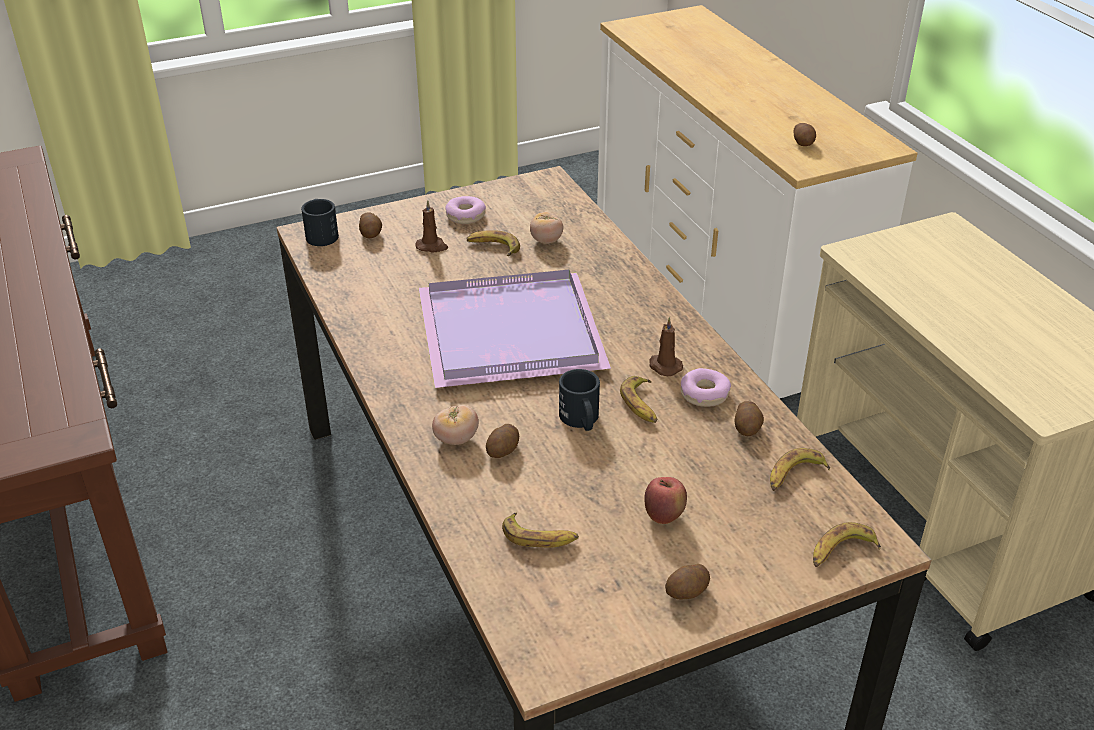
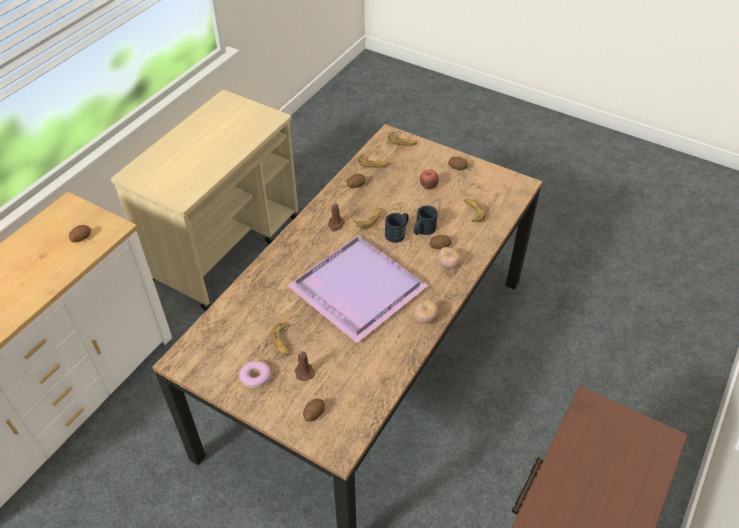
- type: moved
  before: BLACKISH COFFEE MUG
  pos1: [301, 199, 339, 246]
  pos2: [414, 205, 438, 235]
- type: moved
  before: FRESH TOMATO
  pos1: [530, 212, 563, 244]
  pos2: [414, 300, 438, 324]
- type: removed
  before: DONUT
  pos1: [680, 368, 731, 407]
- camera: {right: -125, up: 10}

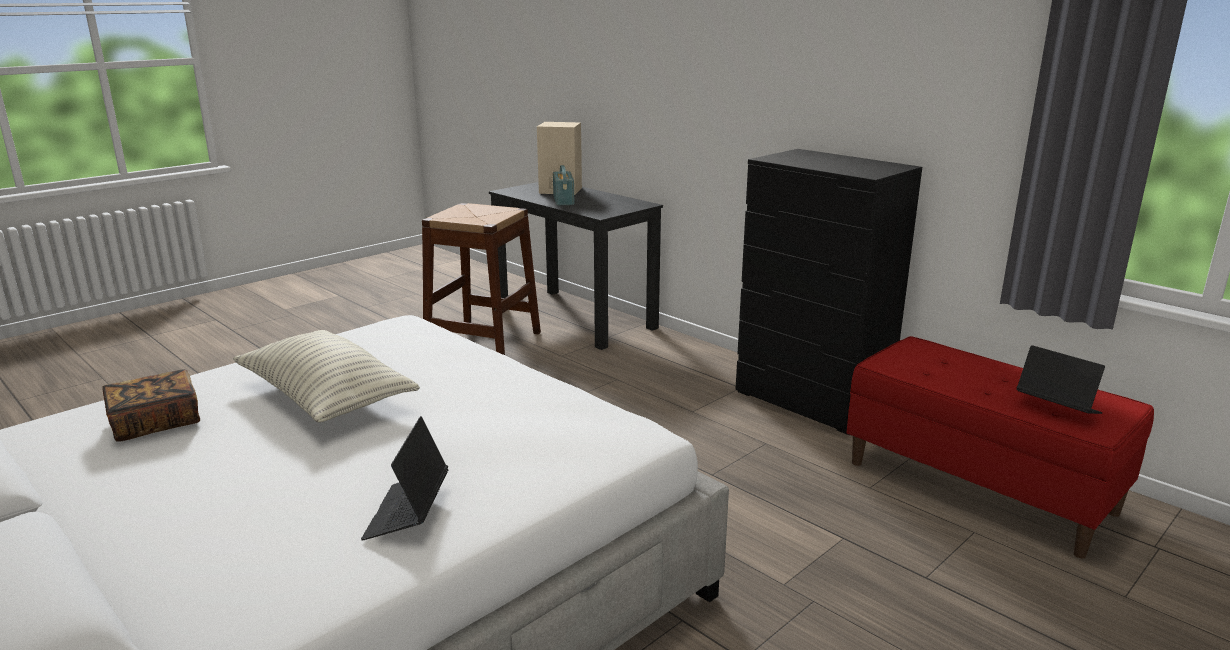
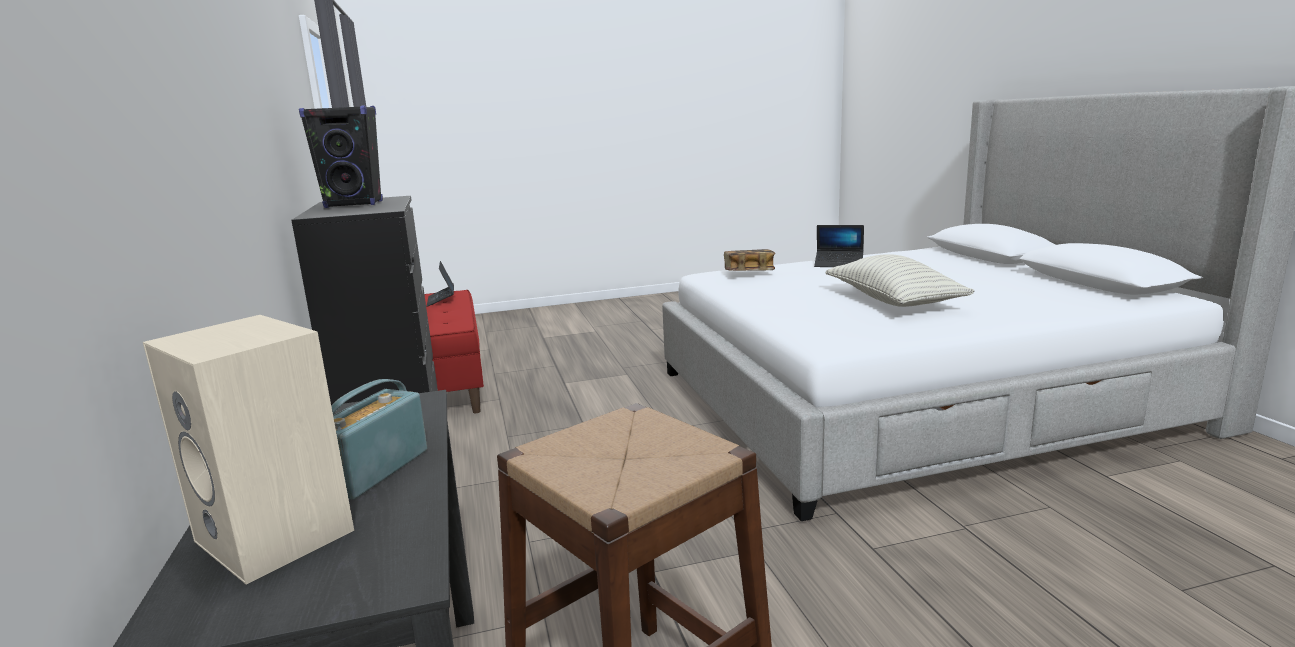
- type: moved
  before: BOUND BOOK
  pos1: [102, 369, 200, 442]
  pos2: [724, 249, 775, 271]
- type: turned
  before: NOTEBOOK COMPUTER
  pos1: [361, 416, 448, 541]
  pos2: [814, 225, 864, 267]
  turn: 75
- type: added
  after: BLACKISH SPEAKER
  pos2: [299, 106, 383, 208]
- camera: {right: -150, up: -5}

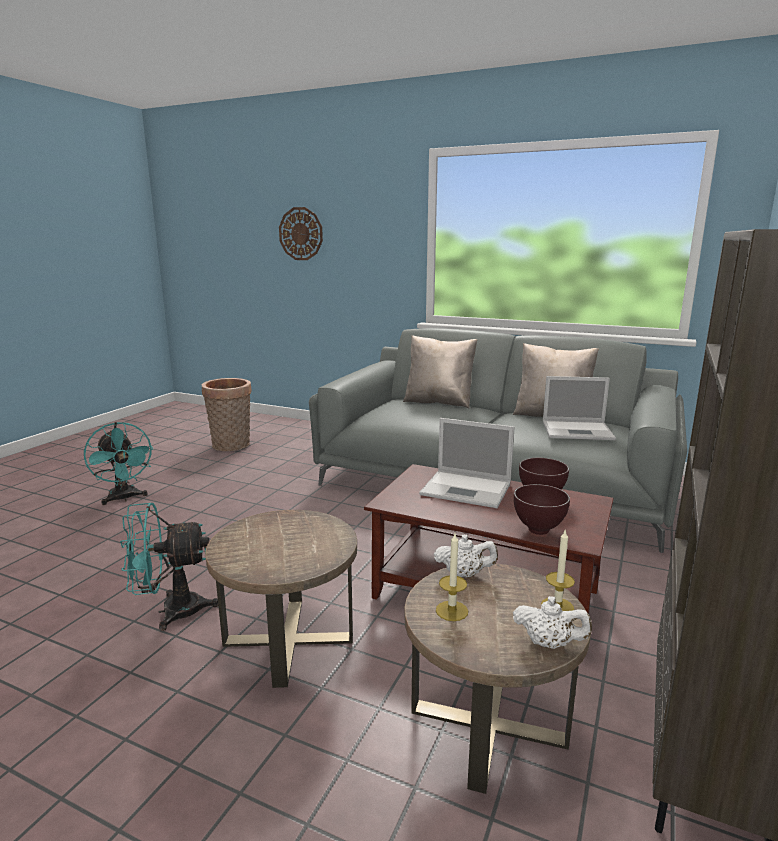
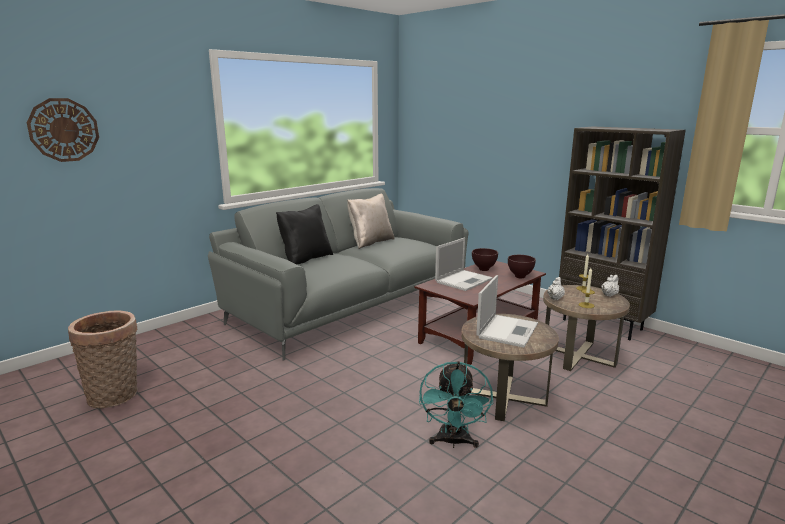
- type: removed
  before: TURQUOISE FAN
  pos1: [84, 422, 153, 505]
- type: recoloured
  before: SAND-COLOURED THROW PILLOW
  after: BLACKISH THROW PILLOW
  pos1: [403, 335, 477, 408]
  pos2: [276, 204, 333, 264]
- type: moved
  before: NOTEBOOK COMPUTER
  pos1: [543, 376, 616, 440]
  pos2: [476, 275, 538, 348]
- camera: {right: -70, up: 0}

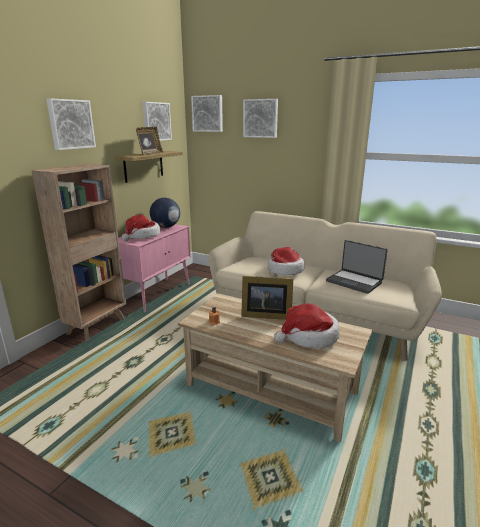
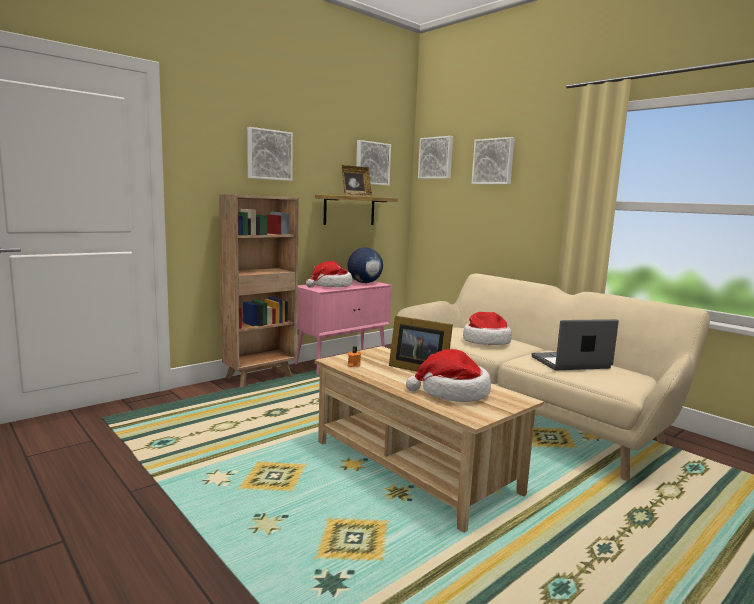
- type: turned
  before: NOTEBOOK COMPUTER
  pos1: [326, 240, 388, 294]
  pos2: [532, 319, 619, 370]
  turn: 105
- camera: {right: 20, up: -10}

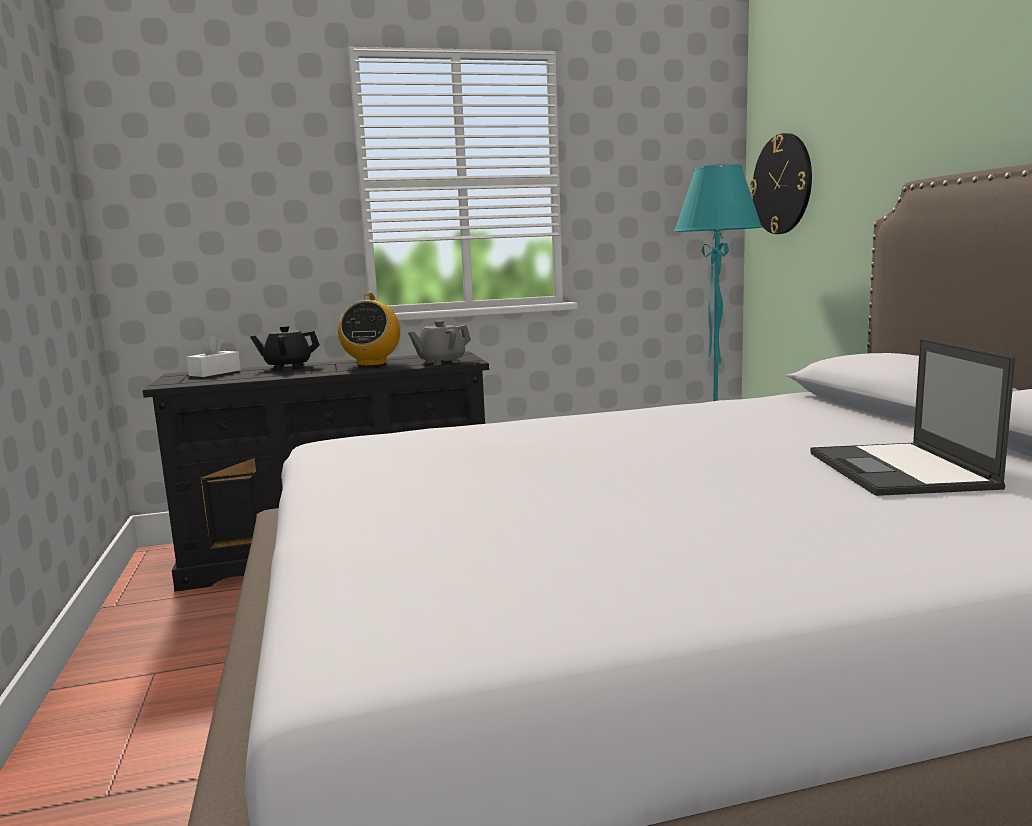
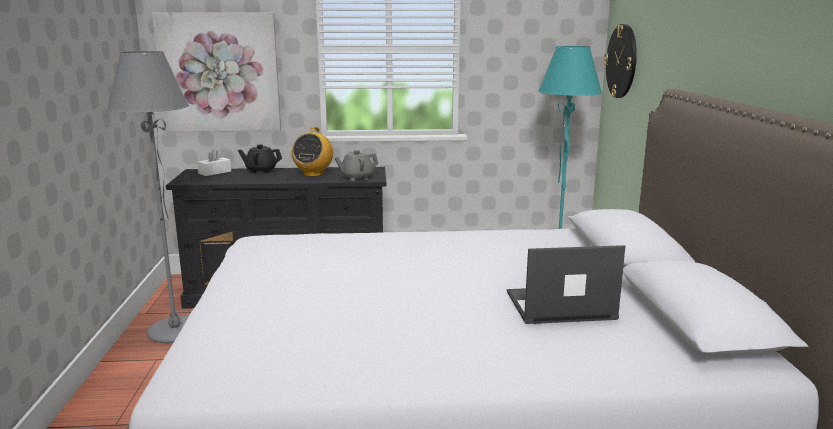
- type: turned
  before: NOTEBOOK COMPUTER
  pos1: [810, 338, 1015, 496]
  pos2: [507, 245, 625, 324]
  turn: 75
- type: added
  after: GRAY STANDING LAMP
  pos2: [107, 51, 189, 343]
- type: added
  after: WALL ART
  pos2: [152, 12, 281, 132]
- camera: {right: 10, up: 5}

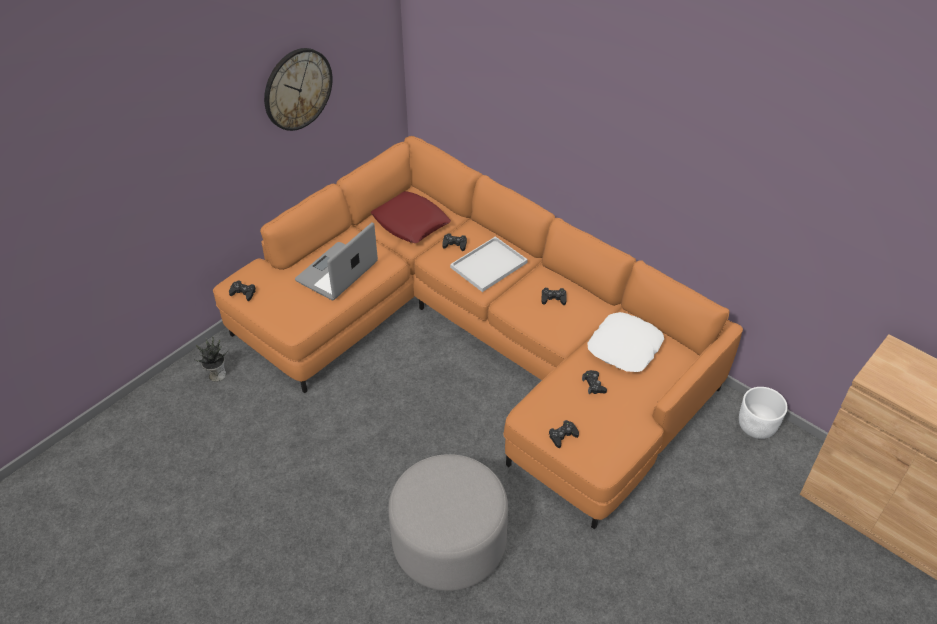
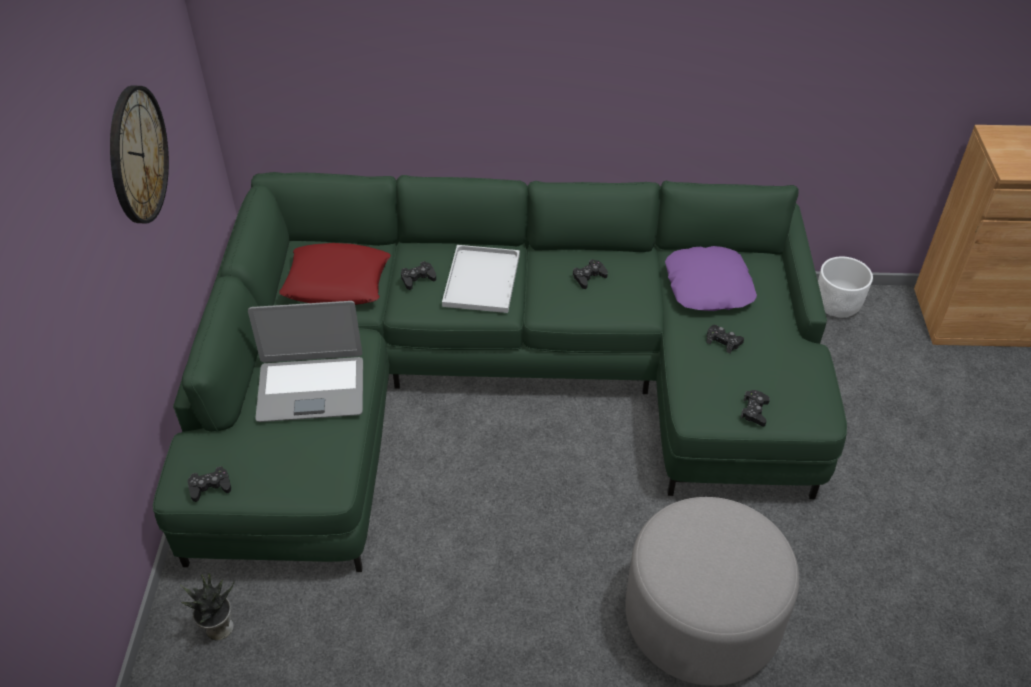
- type: recoloured
  before: ORANGE-COLOURED SOFA
  after: GREEN-COLOURED SOFA
  pos1: [213, 136, 743, 529]
  pos2: [153, 172, 847, 572]
- type: turned
  before: NOTEBOOK COMPUTER
  pos1: [295, 222, 378, 300]
  pos2: [248, 301, 363, 422]
  turn: -90
- type: recoloured
  before: WHITISH THROW PILLOW
  after: PURPLE-COLOURED THROW PILLOW
  pos1: [587, 312, 664, 372]
  pos2: [665, 246, 757, 311]
- camera: {right: -40, up: 0}

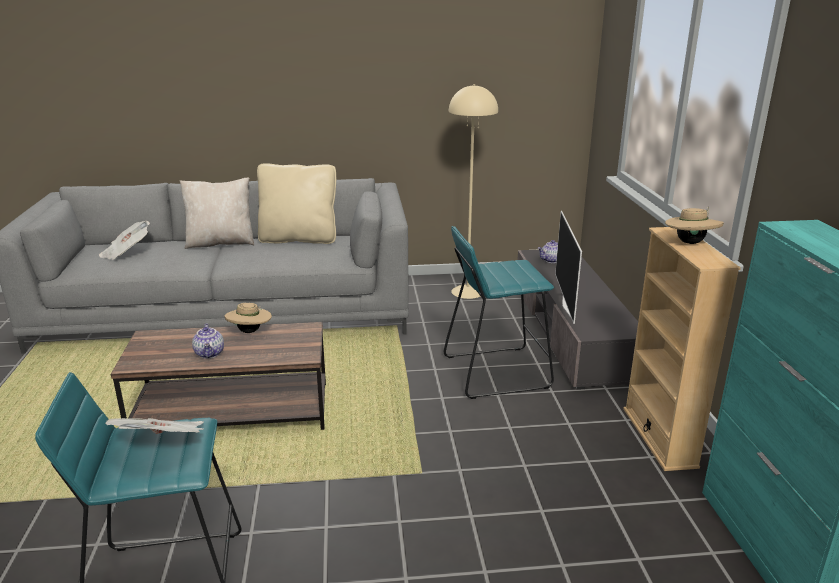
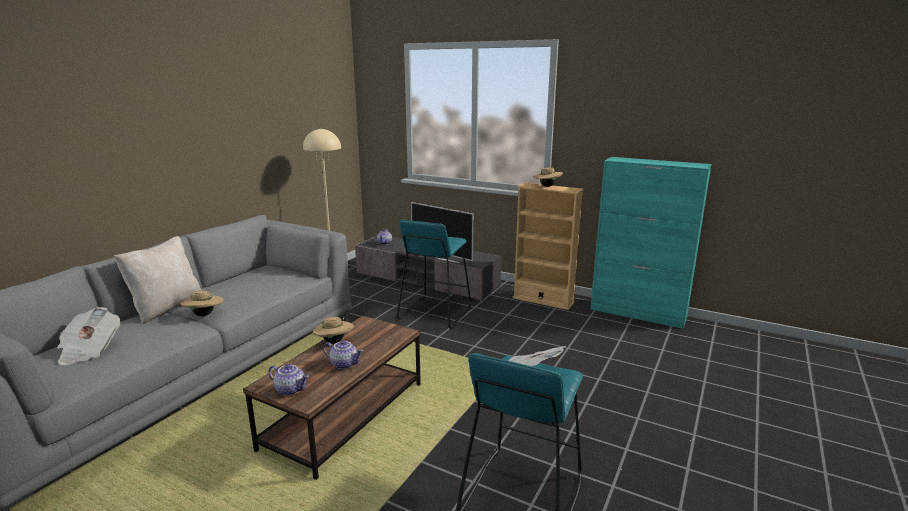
- type: removed
  before: SAND-COLOURED THROW PILLOW
  pos1: [257, 163, 336, 244]
- type: added
  after: SAND-COLOURED WEARABLE HAT
  pos2: [181, 291, 223, 316]
- type: added
  after: TEA POT
  pos2: [269, 364, 309, 396]
- camera: {right: -55, up: -5}

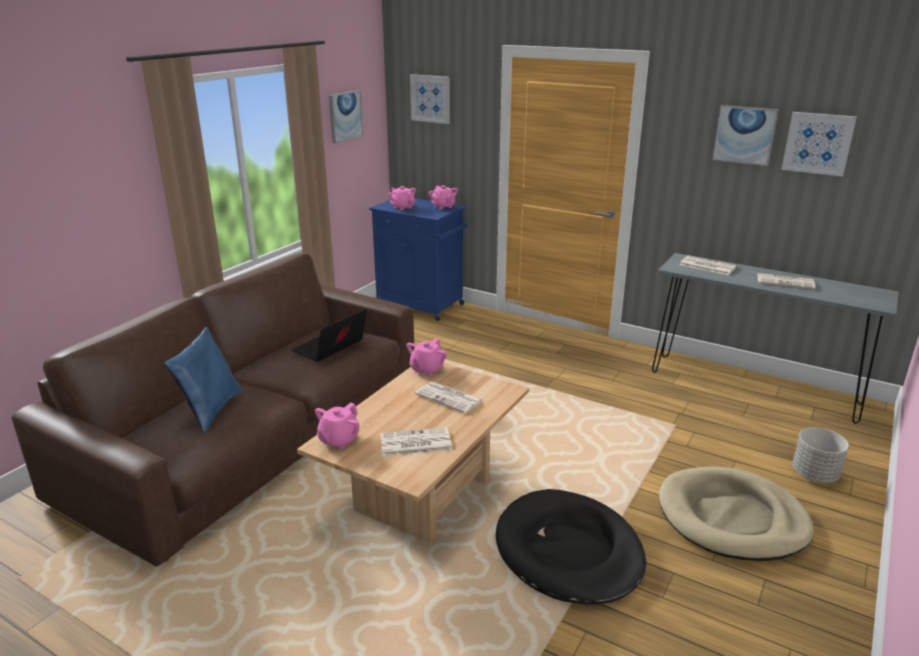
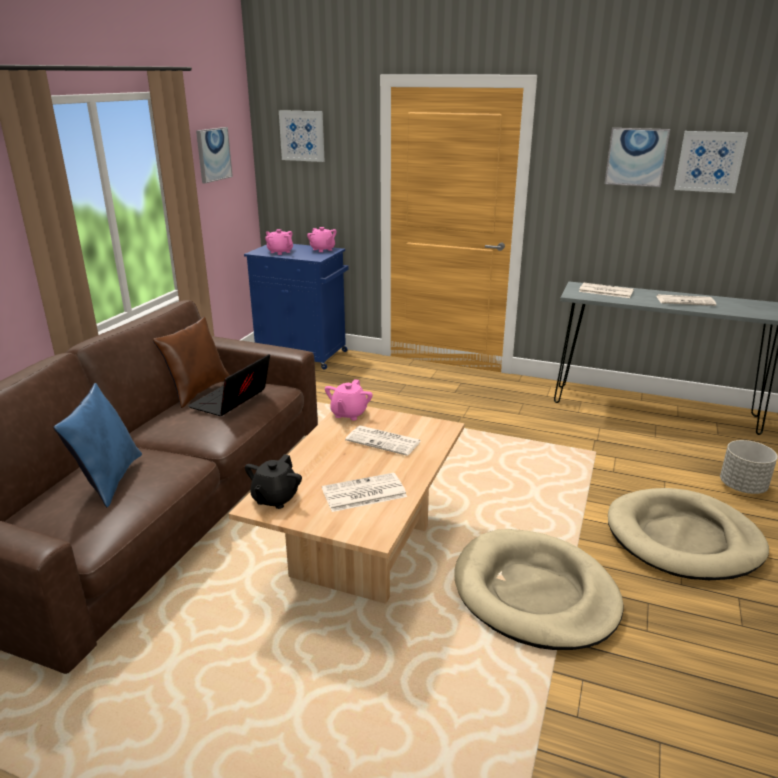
- type: recoloured
  before: PINK-COLOURED TEA POT
  after: BLACKISH TEA POT
  pos1: [315, 402, 360, 449]
  pos2: [245, 454, 302, 509]
- type: recoloured
  before: BLACKISH PET BED
  after: SAND-COLOURED PET BED
  pos1: [496, 489, 646, 605]
  pos2: [455, 529, 623, 650]
- type: added
  after: BROWNISH THROW PILLOW
  pos2: [153, 317, 230, 408]
- camera: {right: -10, up: 0}

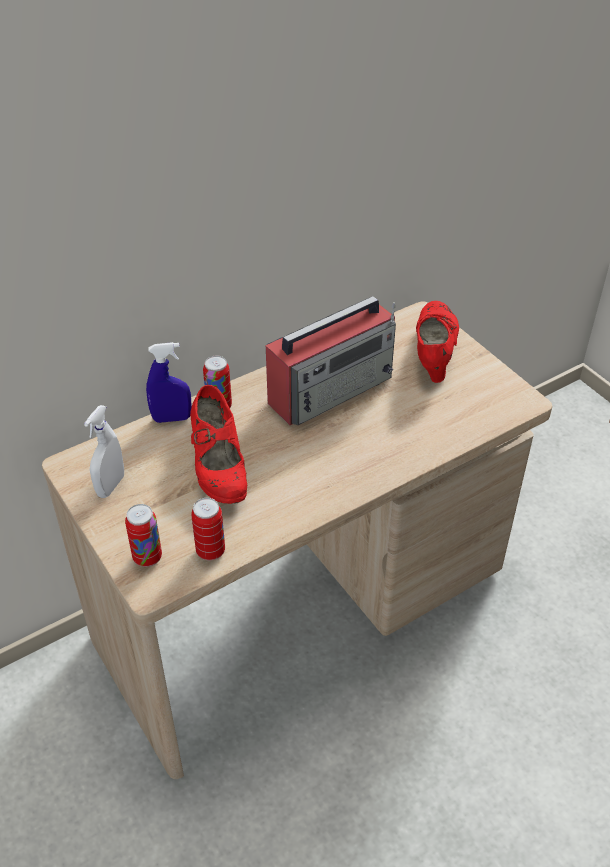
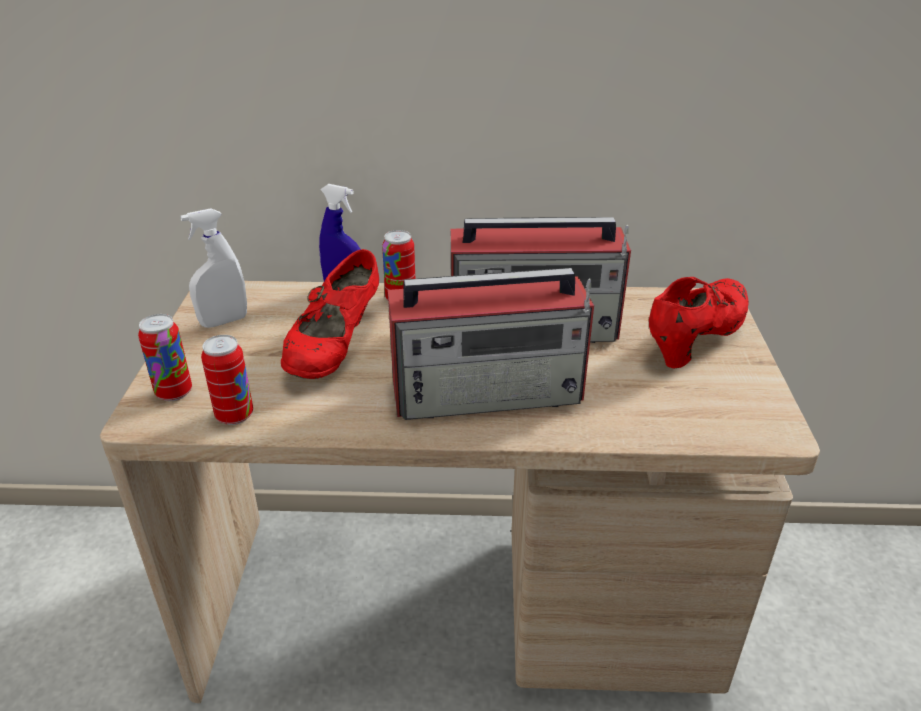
- type: added
  after: RADIO SET
  pos2: [388, 268, 594, 420]
- camera: {right: 35, up: -10}

